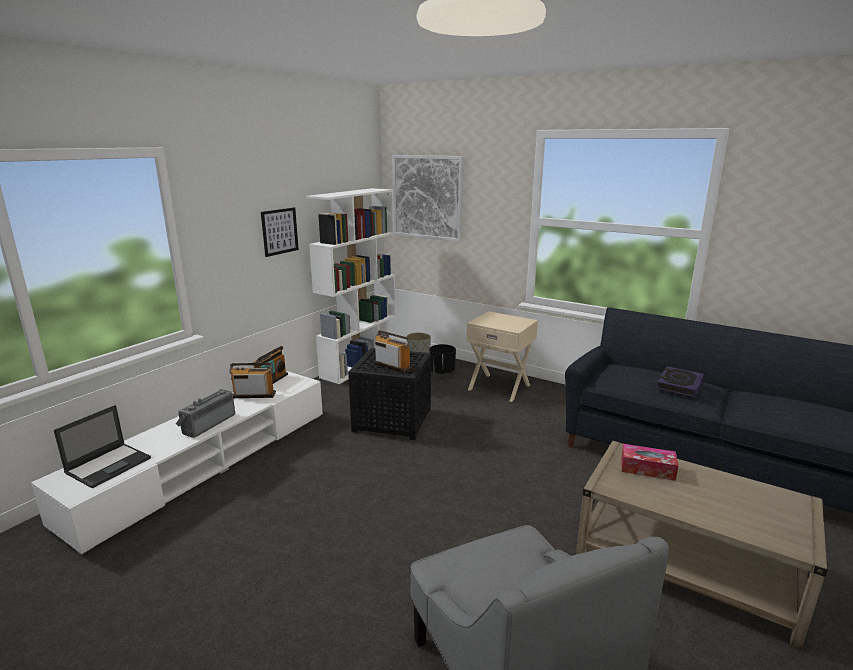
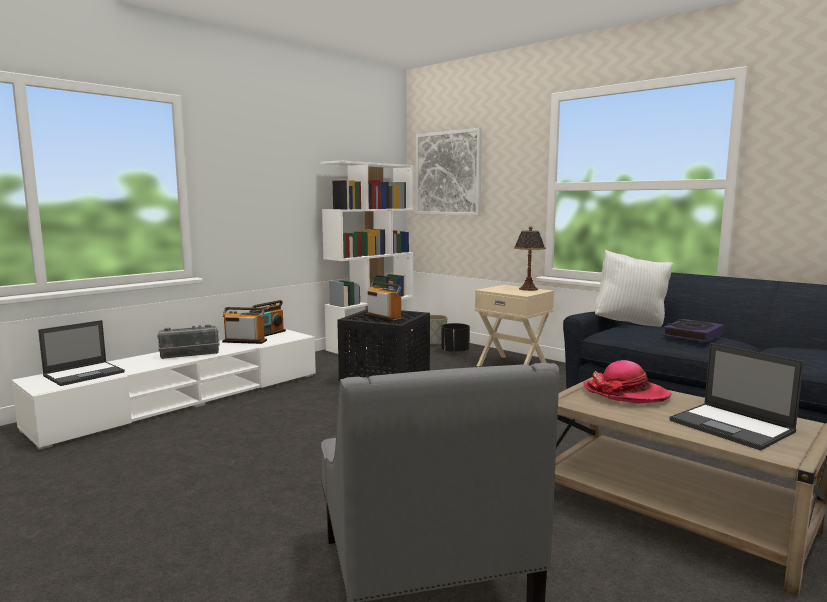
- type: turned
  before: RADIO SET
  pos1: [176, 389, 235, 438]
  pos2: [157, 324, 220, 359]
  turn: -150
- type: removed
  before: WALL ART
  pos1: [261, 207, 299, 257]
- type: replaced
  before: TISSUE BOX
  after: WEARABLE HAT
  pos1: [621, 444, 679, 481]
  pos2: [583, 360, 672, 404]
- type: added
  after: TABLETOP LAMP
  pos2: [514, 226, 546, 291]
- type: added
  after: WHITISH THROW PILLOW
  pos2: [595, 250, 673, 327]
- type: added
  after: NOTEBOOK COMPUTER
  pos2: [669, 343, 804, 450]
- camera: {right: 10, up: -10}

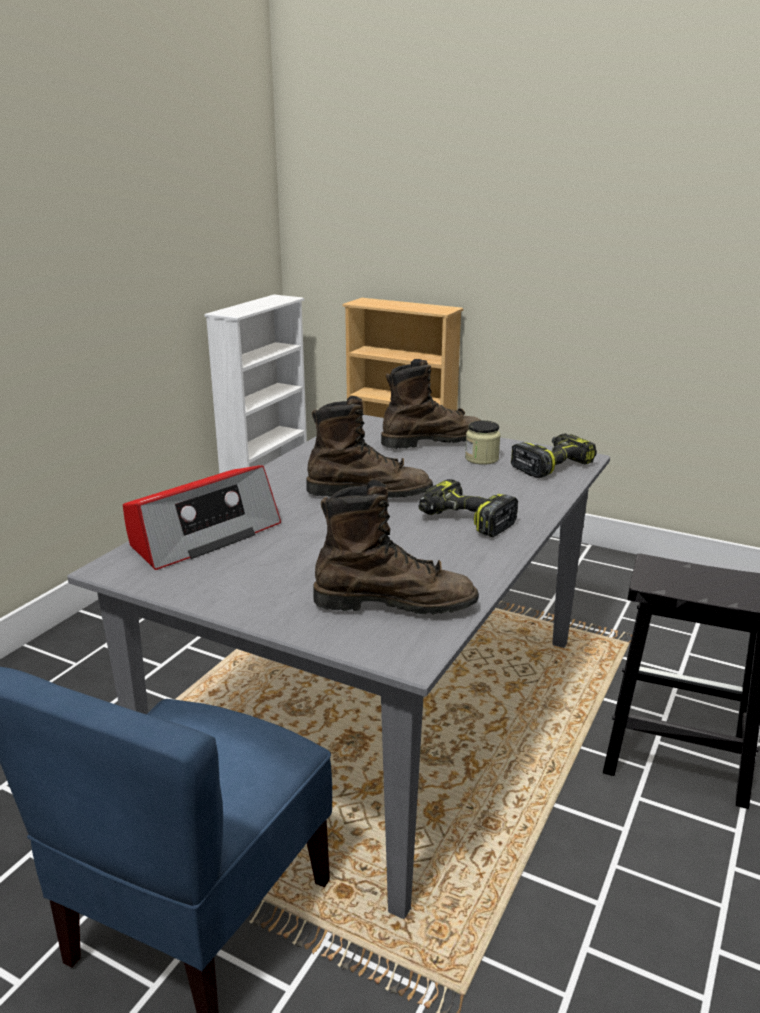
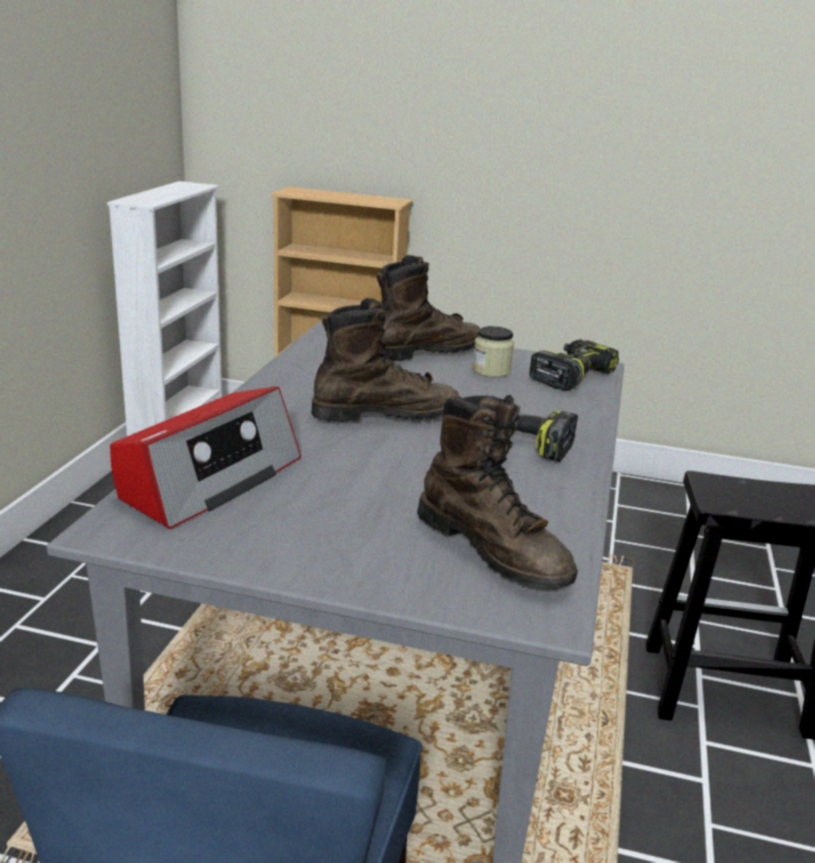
- type: turned
  before: BROWNISH BOOT
  pos1: [313, 480, 479, 615]
  pos2: [417, 394, 578, 589]
  turn: 60
- camera: {right: -15, up: 0}

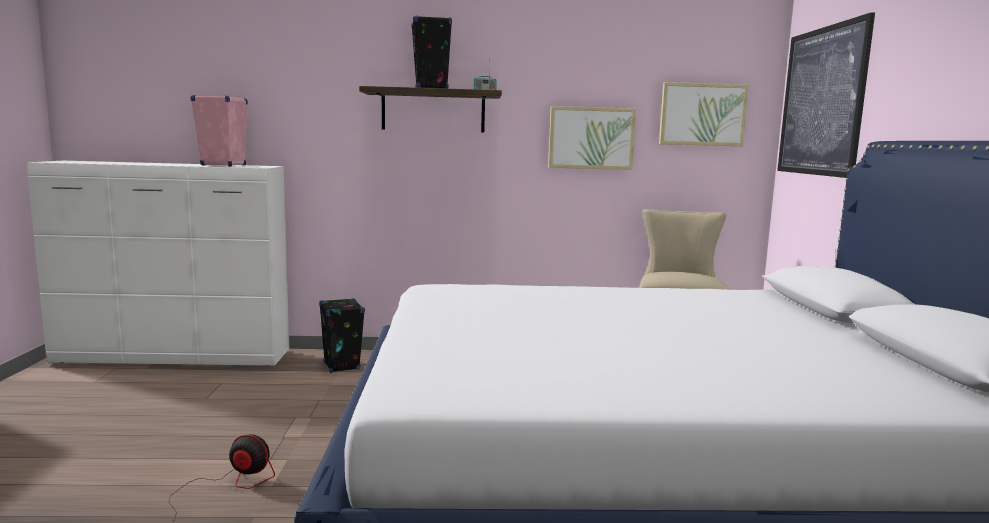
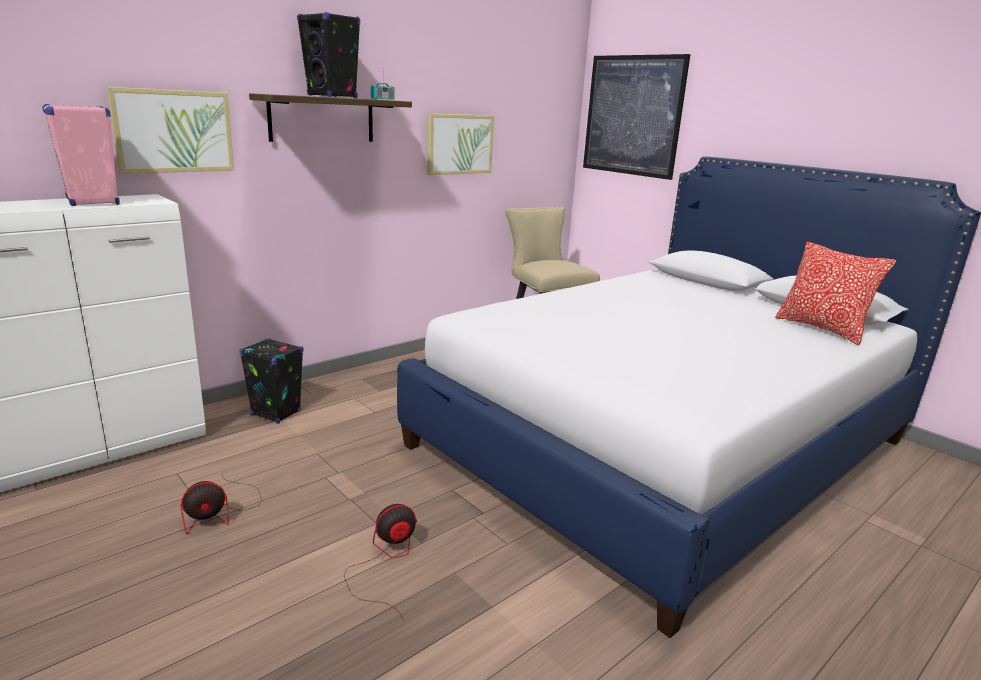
- type: moved
  before: WALL ART
  pos1: [659, 82, 749, 146]
  pos2: [106, 87, 234, 174]
- type: added
  after: FAN
  pos2: [180, 474, 262, 534]
- type: added
  after: THROW PILLOW
  pos2: [775, 242, 897, 345]
- camera: {right: -40, up: 10}

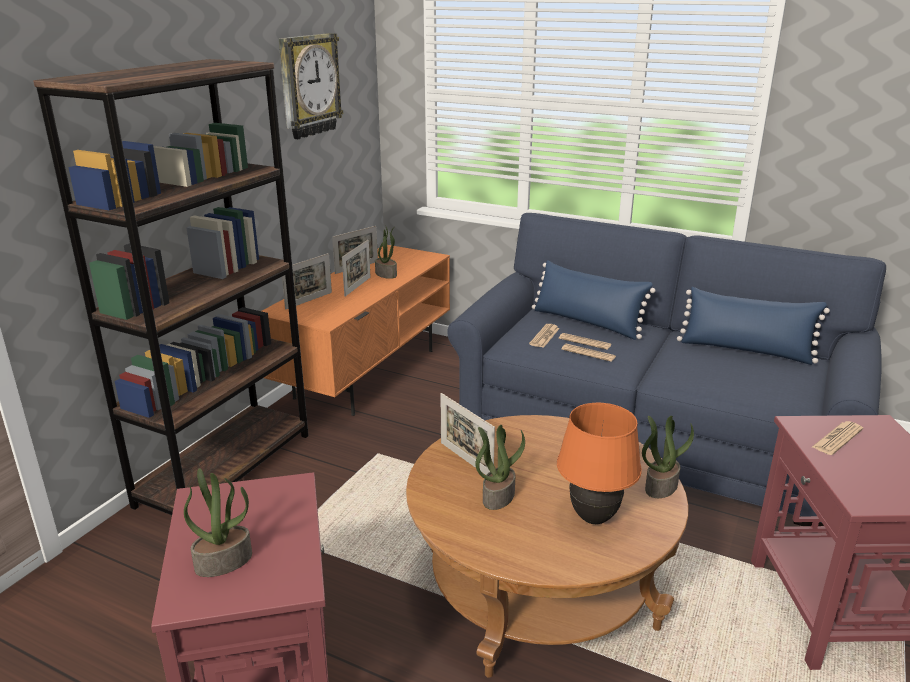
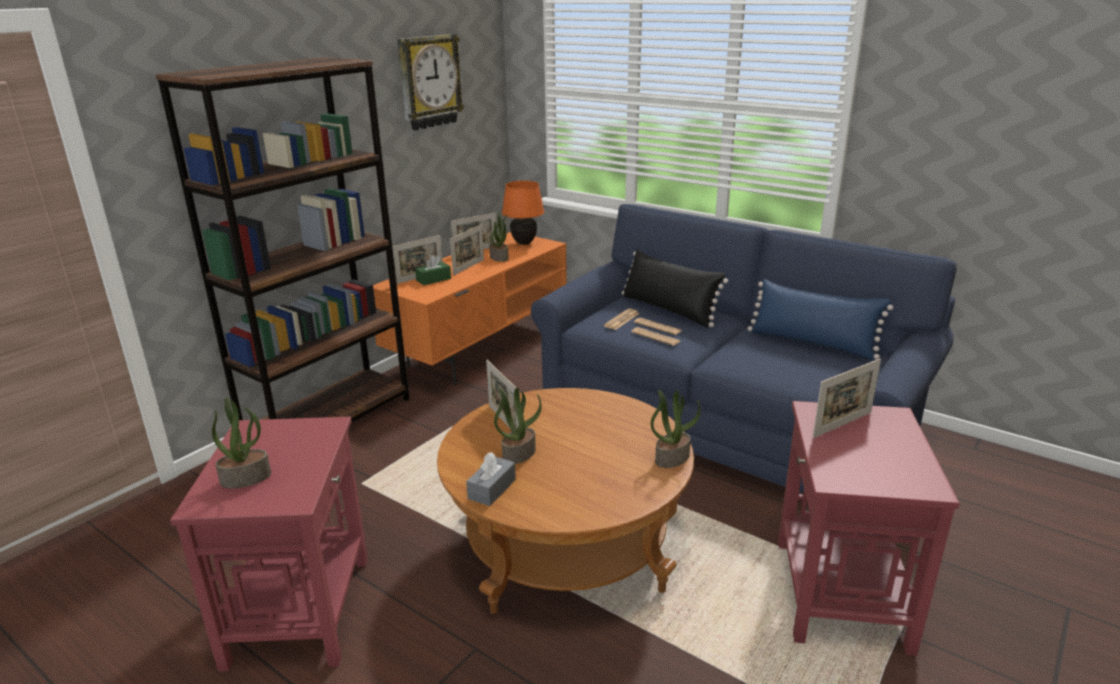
- type: recoloured
  before: BLUISH THROW PILLOW
  after: BLACKISH THROW PILLOW
  pos1: [532, 260, 656, 340]
  pos2: [622, 249, 728, 328]
- type: moved
  before: ORANGE-COLOURED TABLETOP LAMP
  pos1: [557, 403, 642, 524]
  pos2: [502, 181, 544, 245]
- type: replaced
  before: DAILY PAPER
  after: STANDING FRAME
  pos1: [812, 421, 863, 455]
  pos2: [813, 359, 881, 438]
- type: added
  after: GREEN-COLOURED TISSUE BOX
  pos2: [415, 255, 451, 285]
- type: added
  after: GRAY TISSUE BOX
  pos2: [466, 452, 516, 506]
- camera: {right: 10, up: 0}

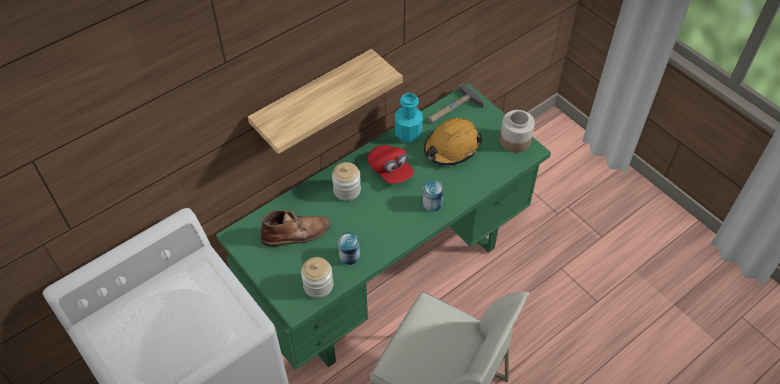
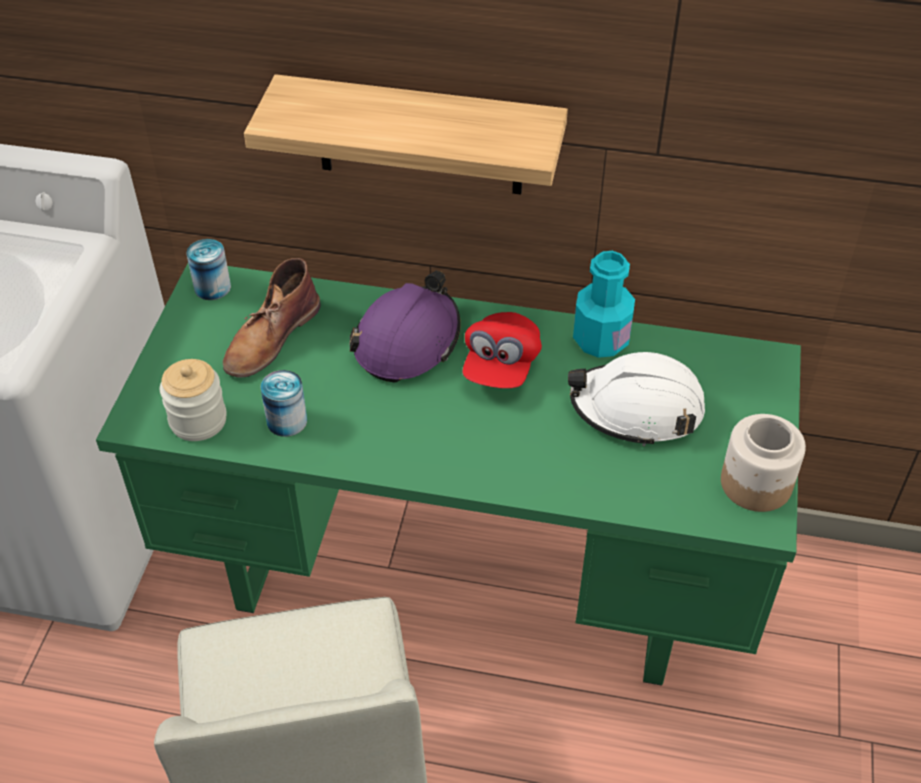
- type: turned
  before: BROWNISH BOOT
  pos1: [260, 210, 331, 247]
  pos2: [223, 258, 321, 378]
  turn: 90
- type: replaced
  before: JAR
  after: PURPLE-COLOURED WORK HELMET
  pos1: [332, 162, 361, 201]
  pos2: [350, 271, 461, 383]
- type: moved
  before: CAN
  pos1: [423, 180, 443, 212]
  pos2: [186, 239, 231, 300]
- type: recoloured
  before: ORANGE-COLOURED WORK HELMET
  after: WHITISH WORK HELMET
  pos1: [424, 118, 482, 165]
  pos2: [568, 352, 705, 446]
- type: removed
  before: TOOL HAMMER
  pos1: [428, 84, 485, 123]
- camera: {right: 50, up: -5}

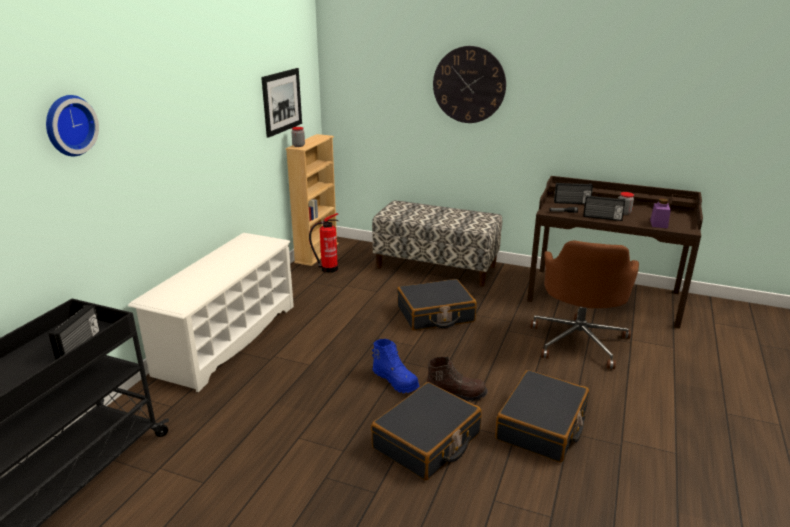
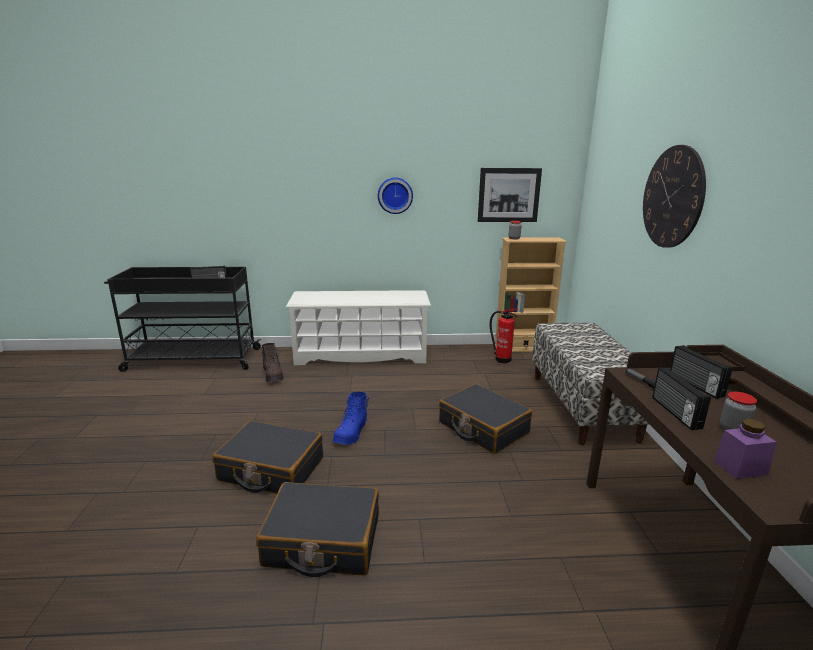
- type: moved
  before: HANGING CLOCK
  pos1: [46, 95, 99, 156]
  pos2: [378, 178, 413, 214]
- type: moved
  before: BROWNISH BOOT
  pos1: [427, 357, 488, 402]
  pos2: [261, 343, 284, 382]
- type: removed
  before: BROWNISH COMPUTER CHAIR
  pos1: [530, 241, 639, 369]
- camera: {right: 65, up: -5}

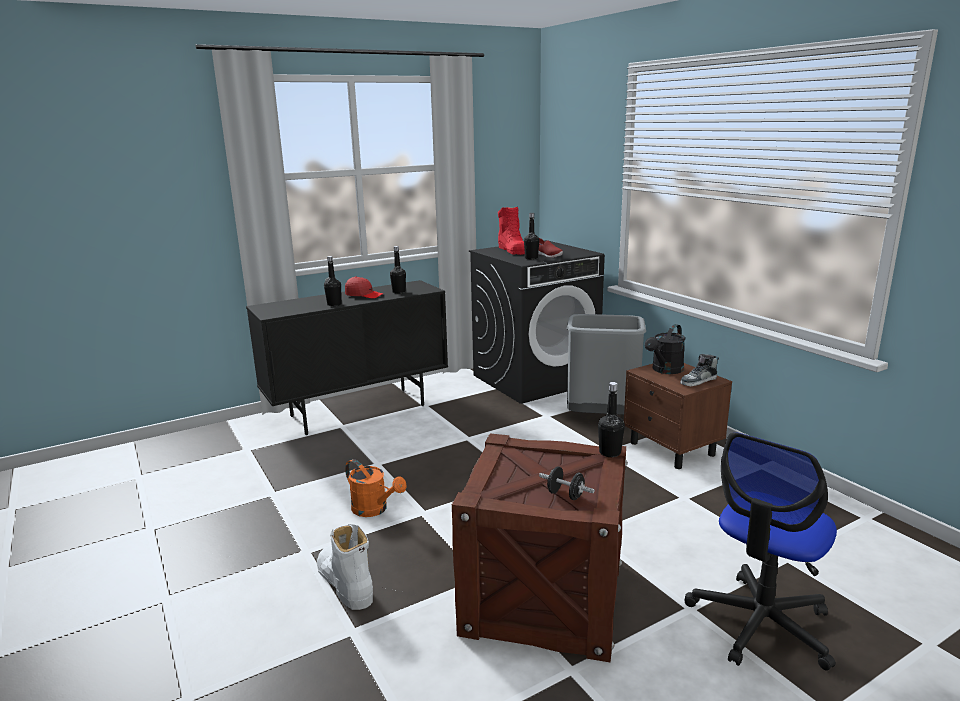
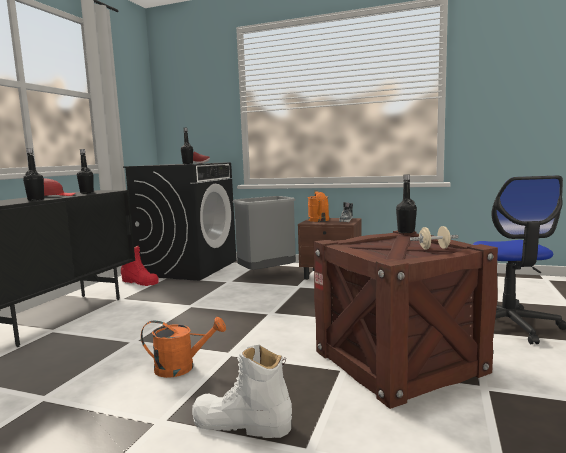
- type: moved
  before: REDDISH BOOT
  pos1: [498, 207, 525, 255]
  pos2: [121, 245, 159, 286]
- type: recoloured
  before: BLACKISH FREE WEIGHT
  after: SAND-COLOURED FREE WEIGHT
  pos1: [539, 466, 595, 500]
  pos2: [410, 226, 458, 250]
- type: recoloured
  before: BLACKISH SPRINKLING CAN
  after: ORANGE-COLOURED SPRINKLING CAN
  pos1: [645, 324, 685, 374]
  pos2: [308, 190, 329, 222]
- camera: {right: -40, up: -10}

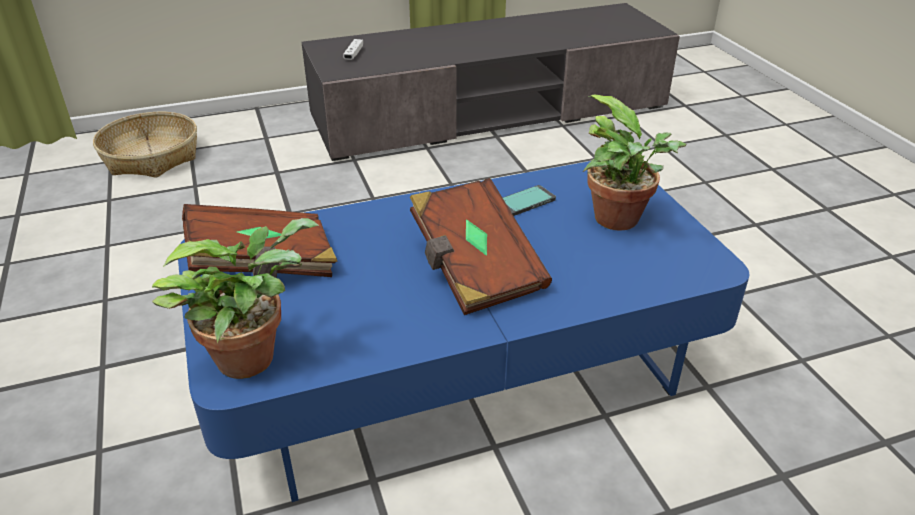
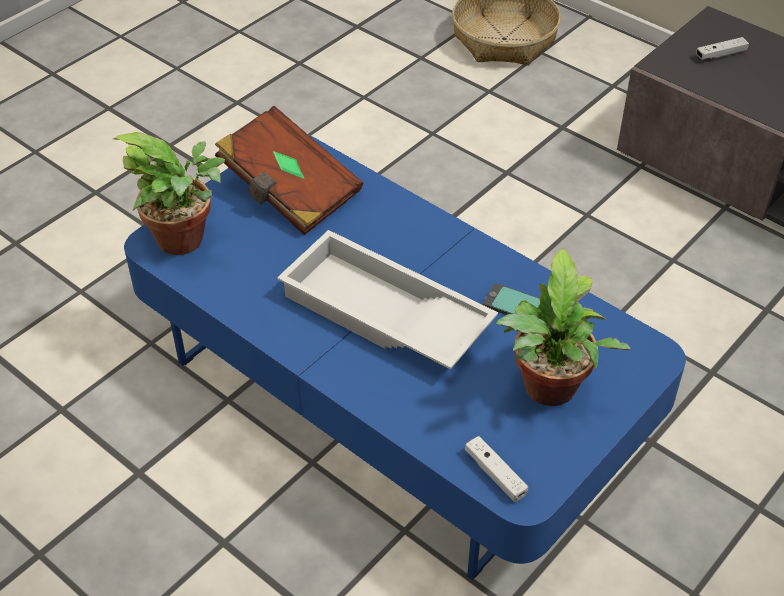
- type: replaced
  before: BROWNISH BOUND BOOK
  after: WHITISH CARRYING TRAY
  pos1: [410, 178, 552, 315]
  pos2: [277, 230, 498, 369]
- type: added
  after: WHITISH JOYPAD
  pos2: [465, 436, 528, 502]
- camera: {right: 60, up: 10}

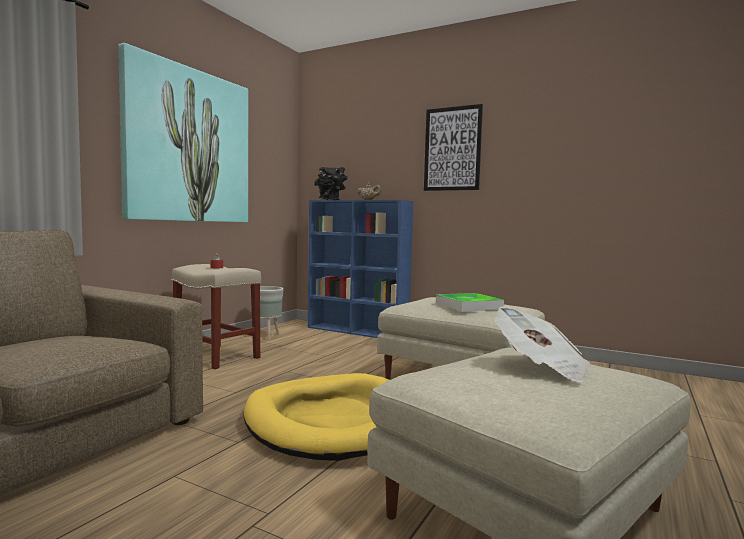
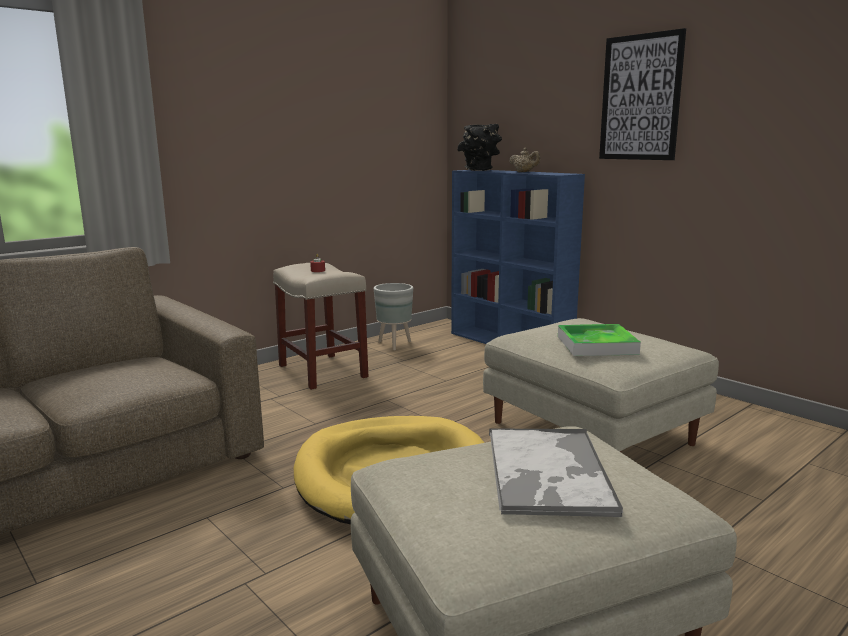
- type: removed
  before: WALL ART
  pos1: [118, 43, 248, 223]
- type: replaced
  before: DAILY PAPER
  after: CARRYING TRAY
  pos1: [494, 307, 591, 383]
  pos2: [489, 428, 623, 517]
- camera: {right: 20, up: 10}

